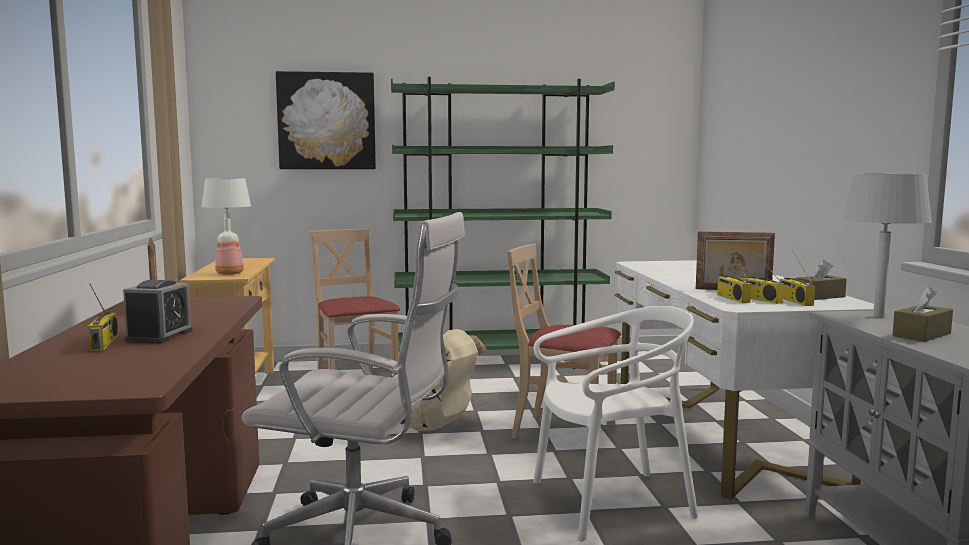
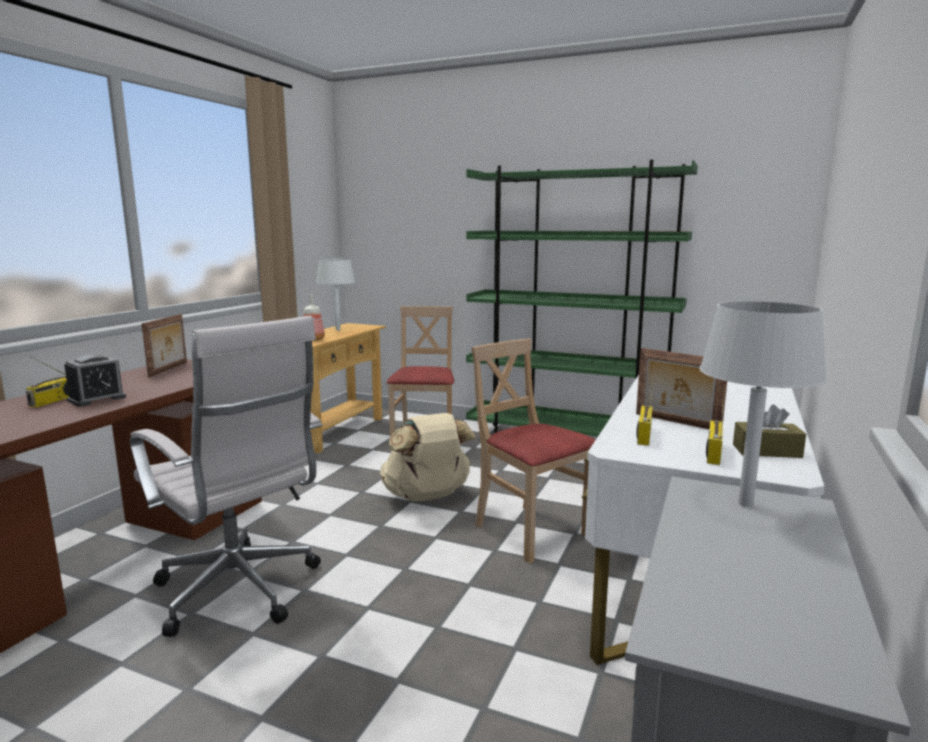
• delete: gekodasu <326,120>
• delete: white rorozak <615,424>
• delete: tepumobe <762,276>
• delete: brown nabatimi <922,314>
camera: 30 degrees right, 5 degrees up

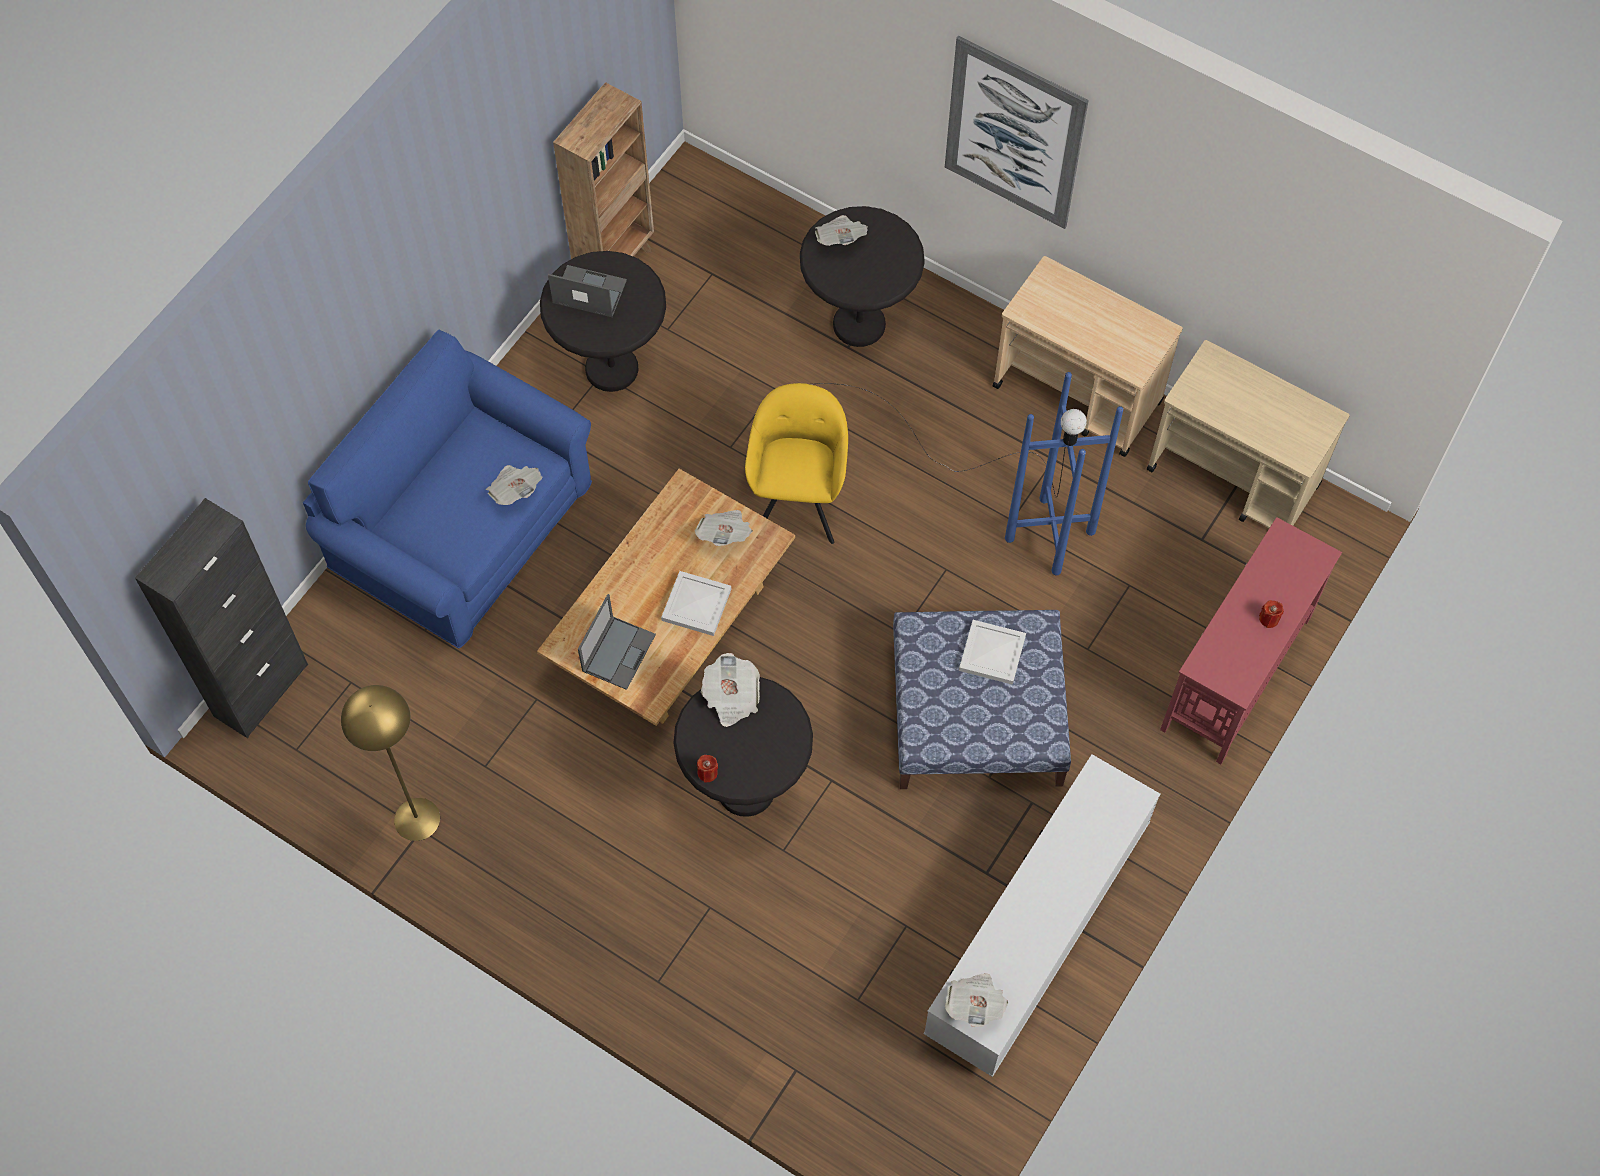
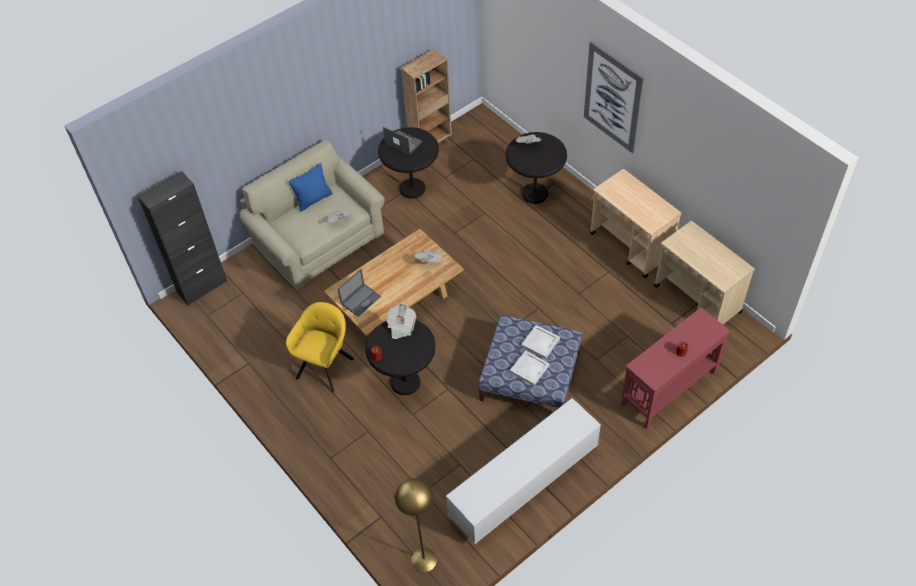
• recolor: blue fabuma <447,489> to beige fabuma <312,214>
• move: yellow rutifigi <390,763> to <416,525>
• move: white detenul <696,603> to <530,368>
• move: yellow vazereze <796,463> to <320,347>
• delete: blue rutifigi <969,473>
• delete: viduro <977,1000>
• insert: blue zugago <311,187>
camera: 20 degrees right, 10 degrees down

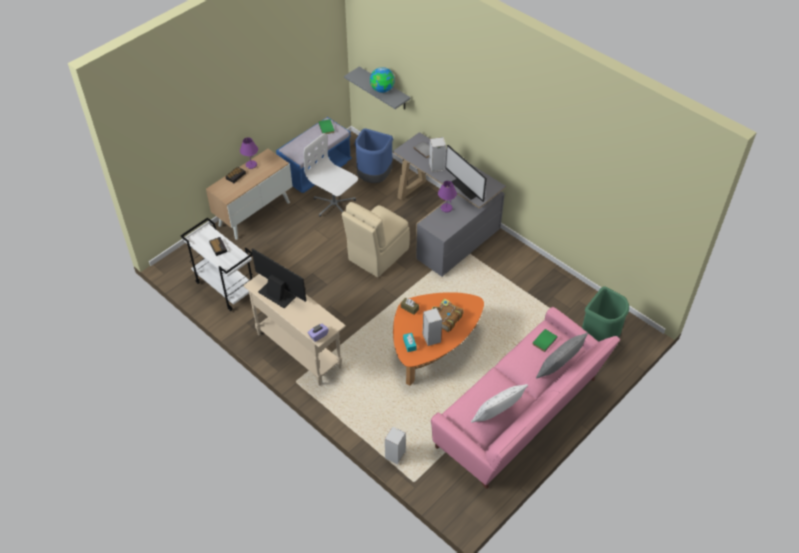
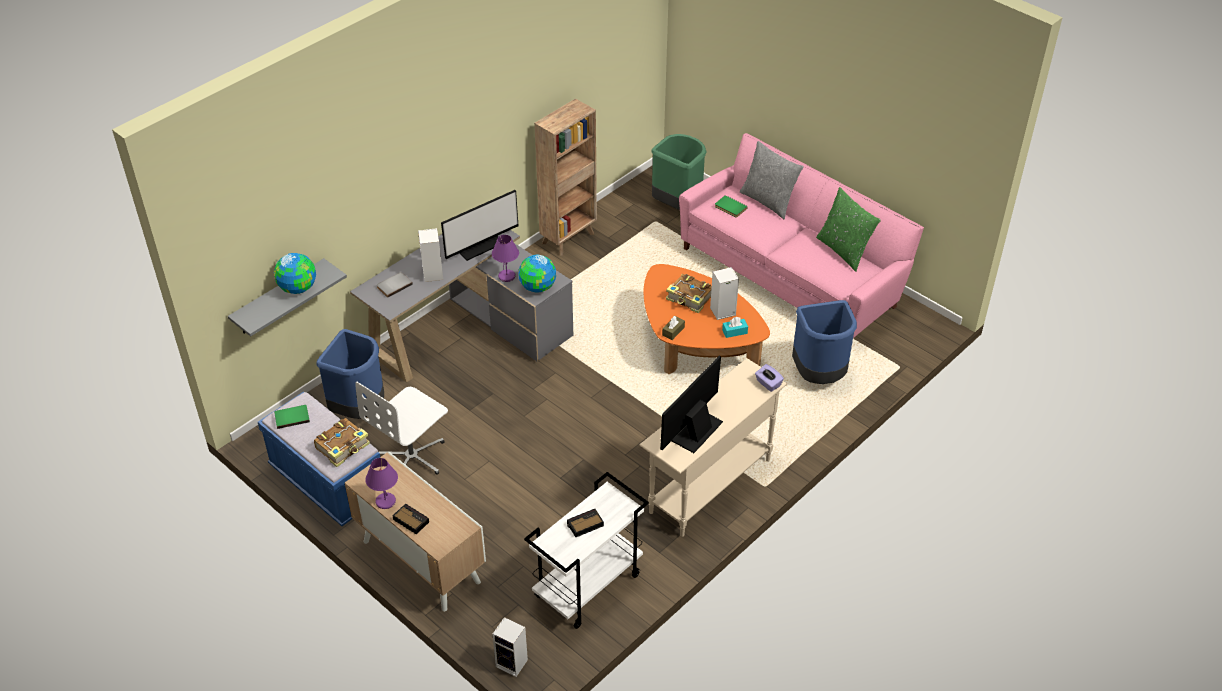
• delete: beige rorozak <376,239>
• move: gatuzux <395,446> to <510,647>
• recolor: white zugago <499,403> to green zugago <848,229>
• insert: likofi <342,442>
• insert: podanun <537,274>
• insert: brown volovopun <565,177>
• insert: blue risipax <824,342>
camera: 90 degrees left, 5 degrees down

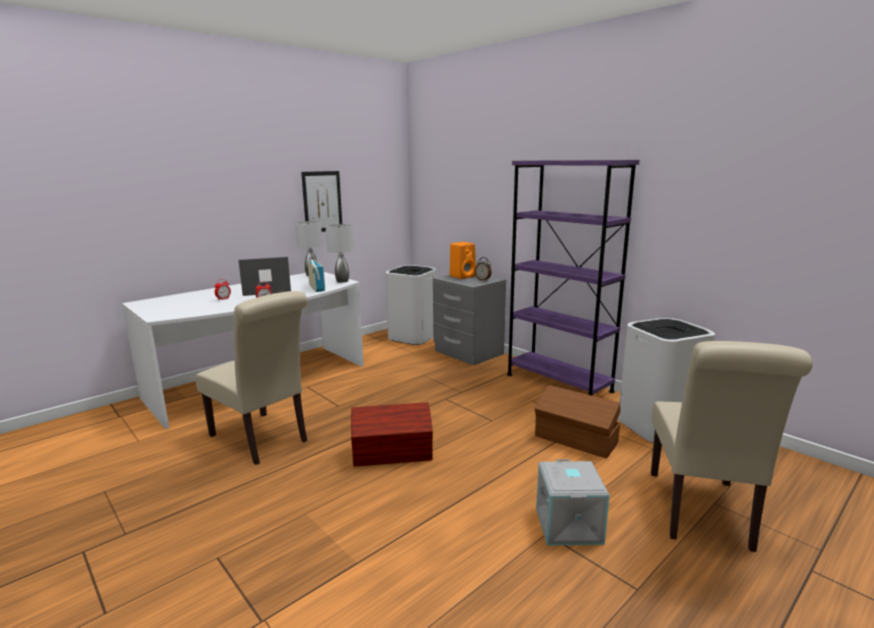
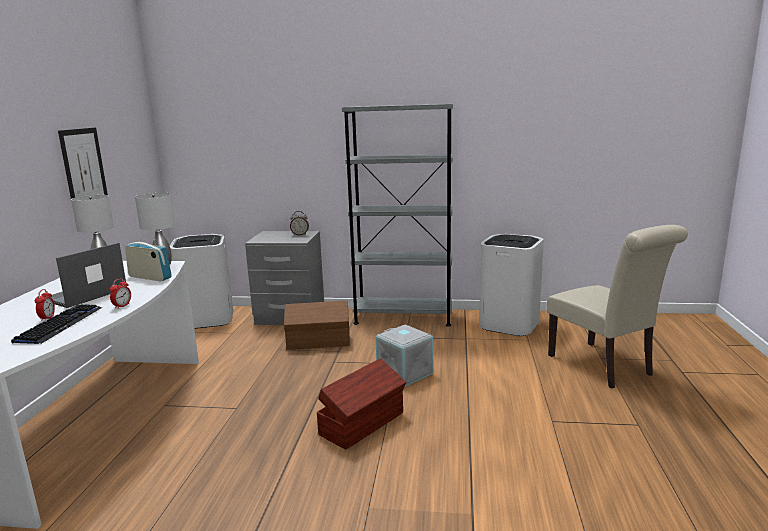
• delete: beige rorozak <251,378>
• delete: orange gatuzux <463,260>
• recolor: purple volovopun <573,278> to grey volovopun <397,215>
• move: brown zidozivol <578,422> to <317,325>
• move: grey zidozivol <573,502> to <404,356>
• insert: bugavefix <56,324>
camera: 40 degrees left, 0 degrees up

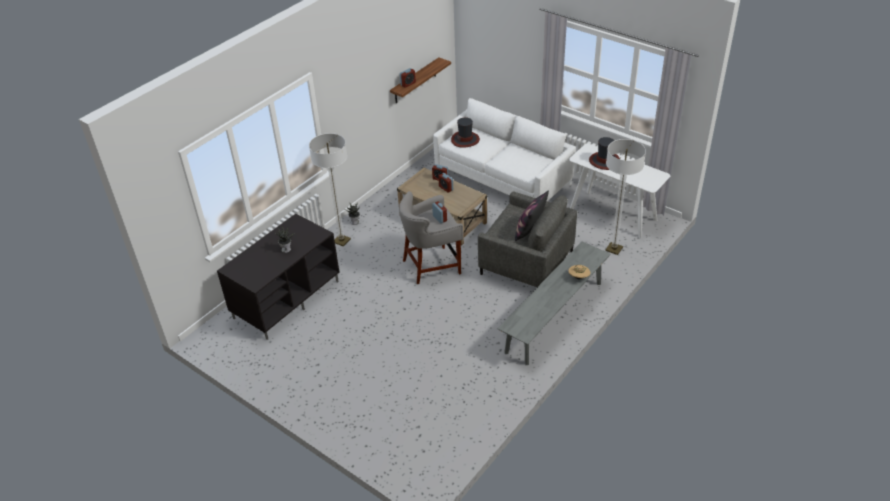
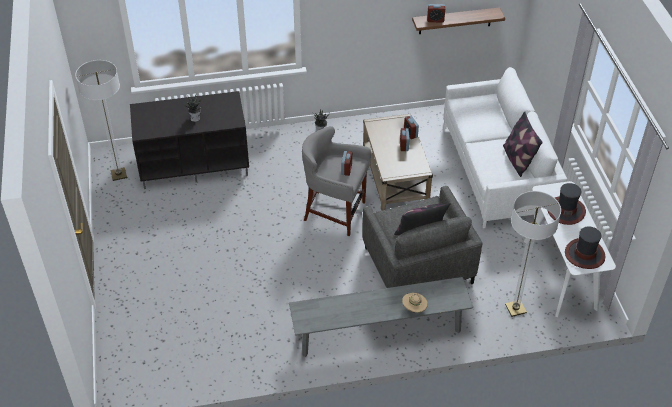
• move: rutifigi <330,189> to <101,120>
• move: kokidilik <465,132> to <585,247>
• insert: zugago <523,144>
camera: 40 degrees right, 5 degrees up

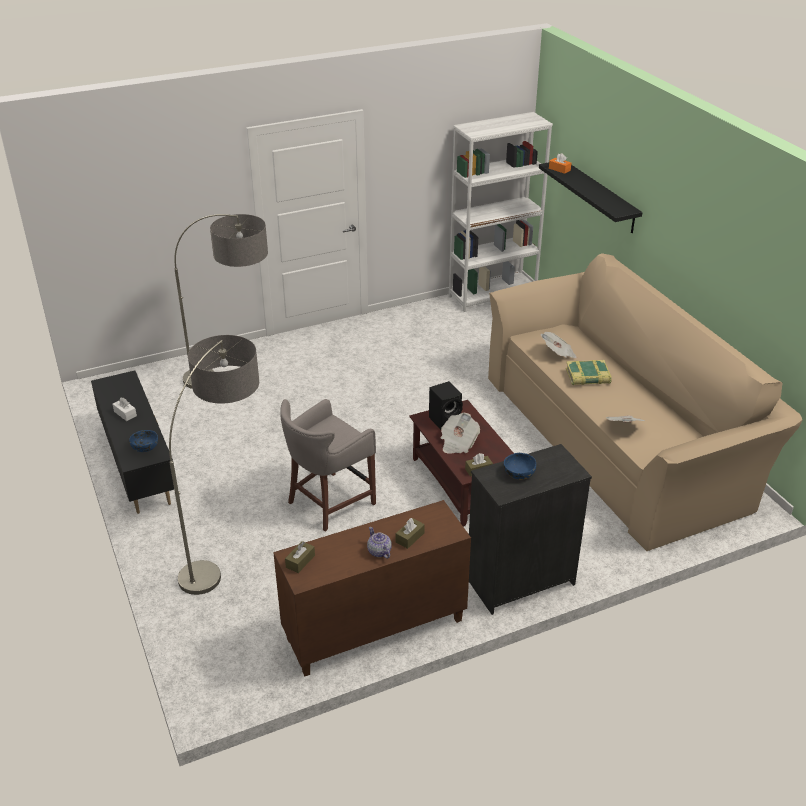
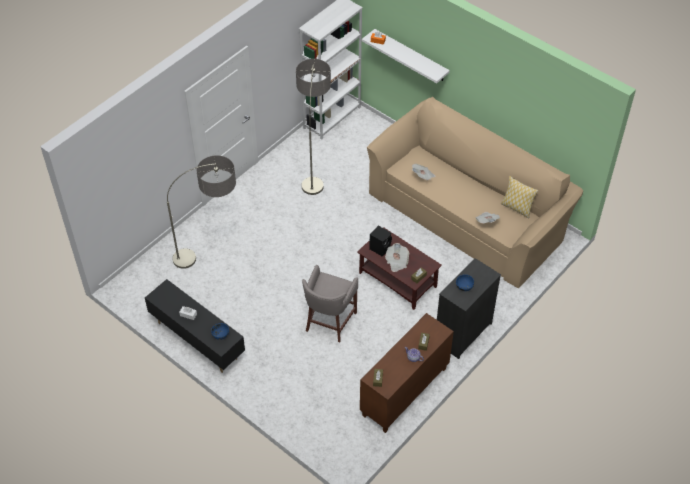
• move: rutifigi <214,465> to <313,127>
• recolor: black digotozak <590,197> to white digotozak <406,56>
• delete: likofi <589,372>
• insert: zugago <520,197>
camera: 25 degrees left, 15 degrees up

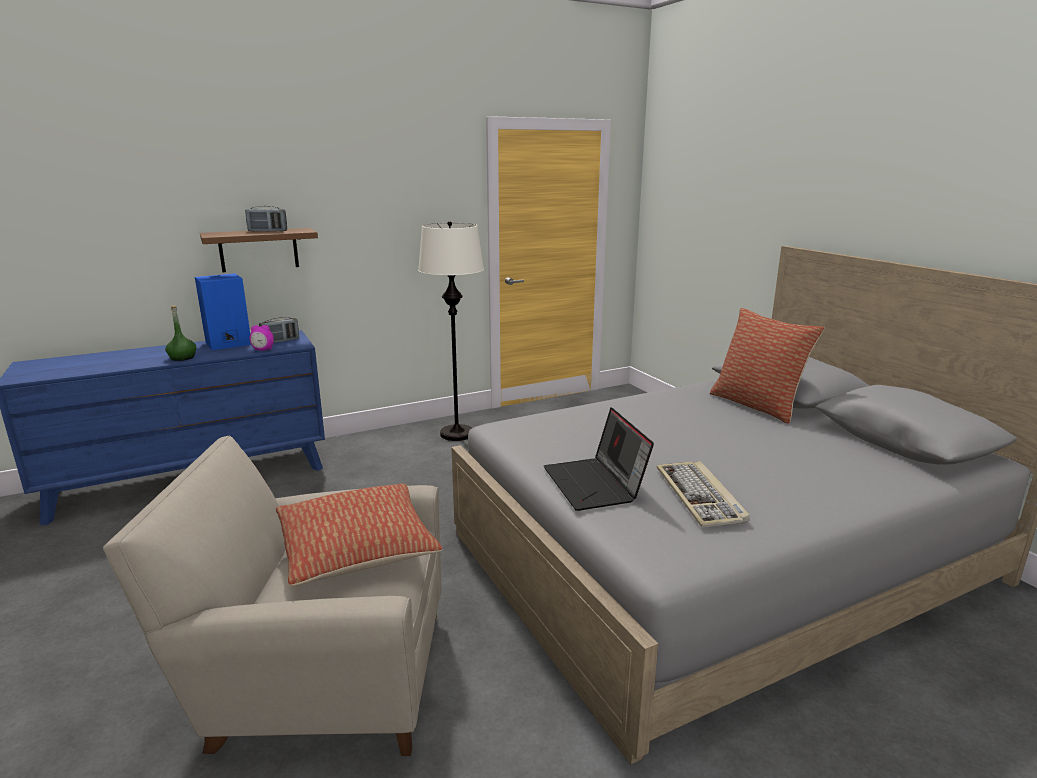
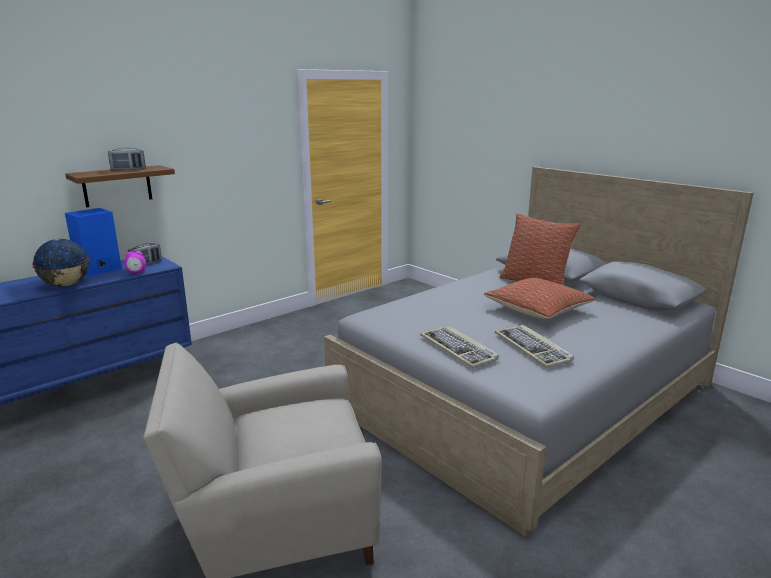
• replace: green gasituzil <180,333> to podanun <60,263>
• move: zugago <359,535> to <540,298>
• delete: white rutifigi <451,331>
• replace: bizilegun <599,459> to bugavefix <459,346>
camera: 15 degrees left, 0 degrees up

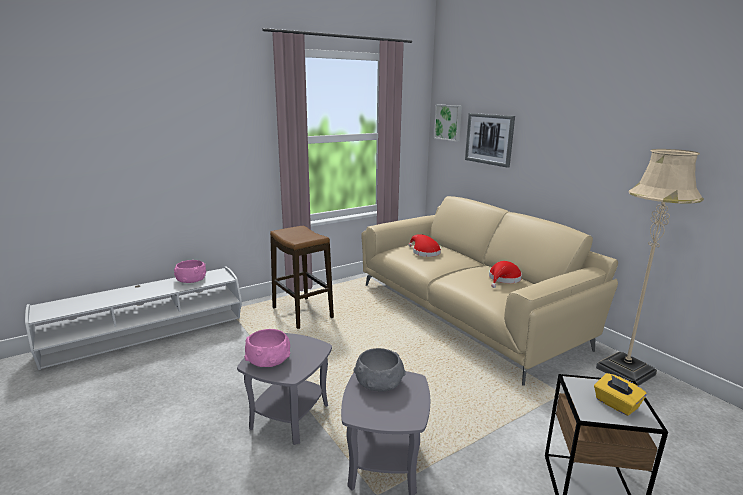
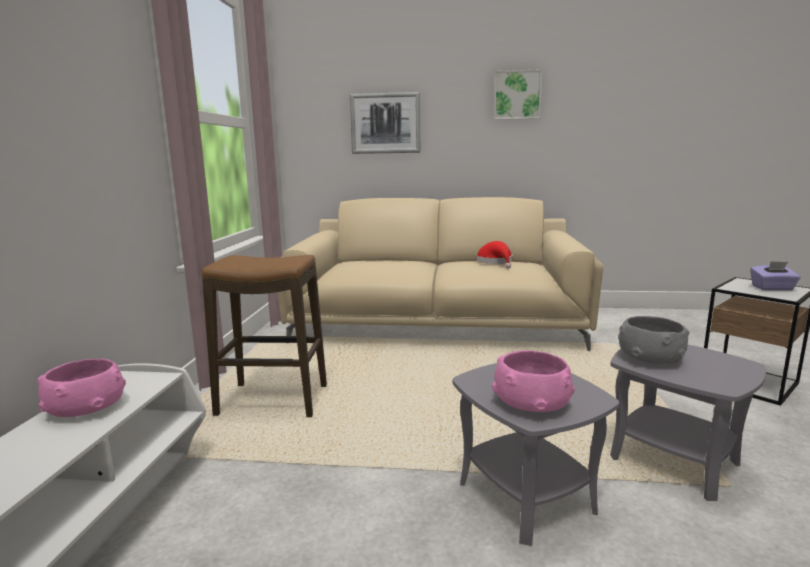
• delete: red kokidilik <424,245>
• move: gekodasu <448,123> to <518,94>
• recolor: yellow nabatimi <620,394> to purple nabatimi <775,275>
• delete: beige rutifigi <650,267>
camera: 50 degrees left, 5 degrees down

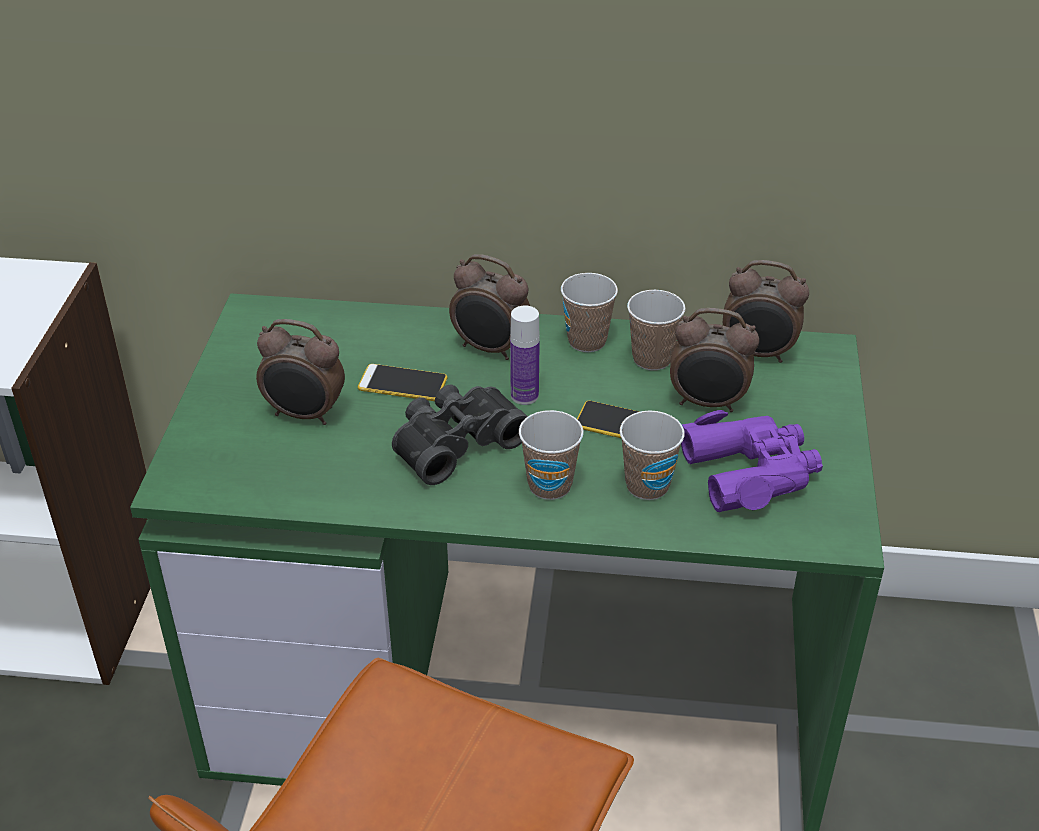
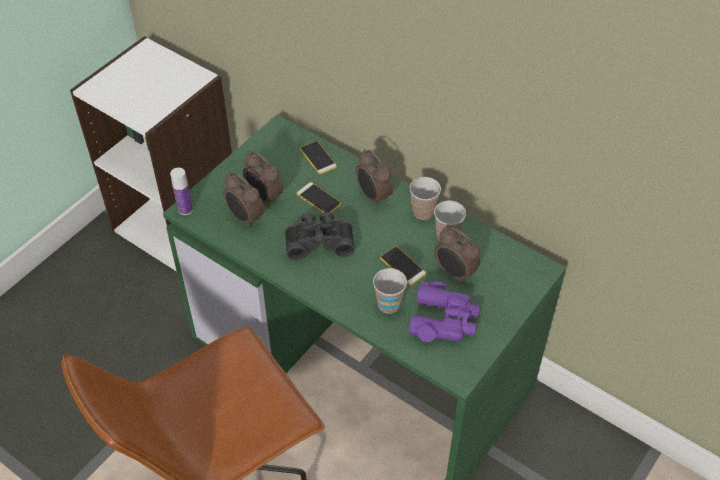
• move: gasituzil <525,355> to <181,191>
• delete: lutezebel <551,455>
• move: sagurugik <766,311> to <243,200>
• insert: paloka <318,157>
camera: 30 degrees right, 10 degrees up

